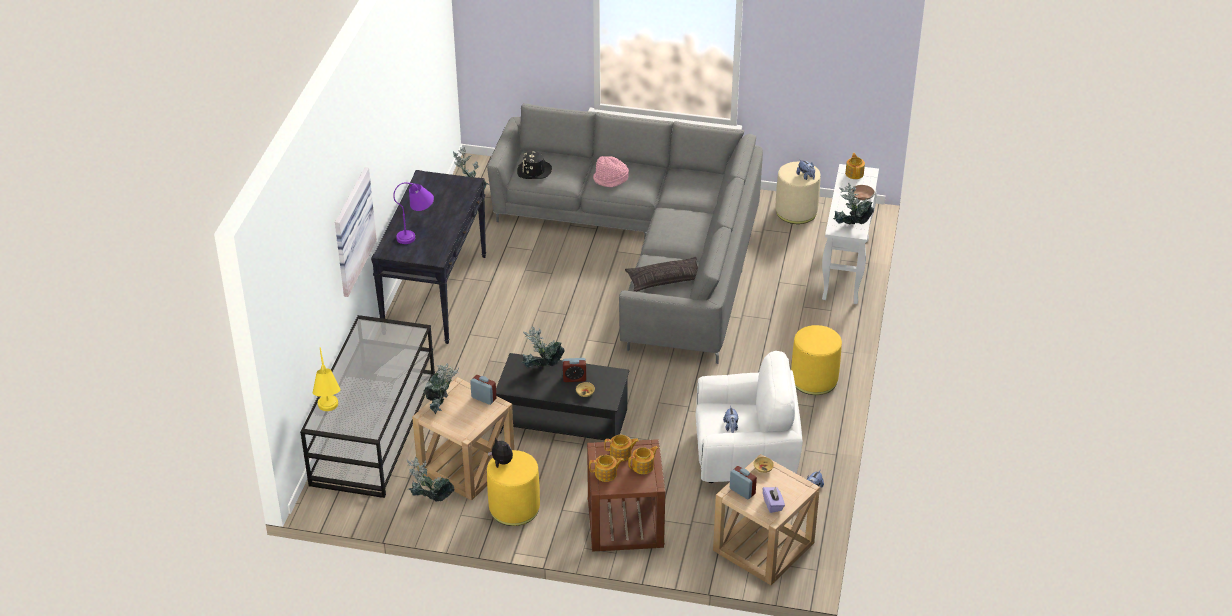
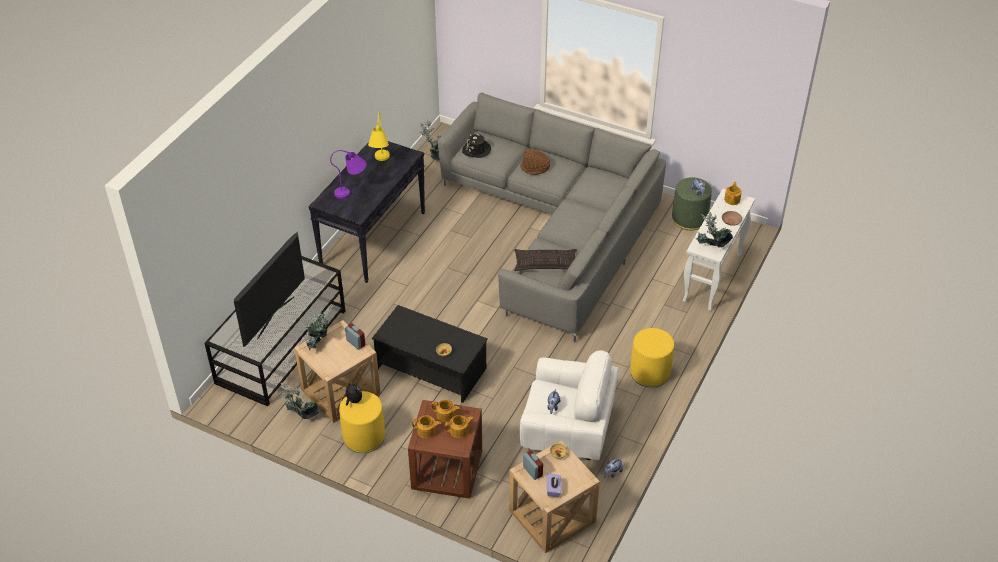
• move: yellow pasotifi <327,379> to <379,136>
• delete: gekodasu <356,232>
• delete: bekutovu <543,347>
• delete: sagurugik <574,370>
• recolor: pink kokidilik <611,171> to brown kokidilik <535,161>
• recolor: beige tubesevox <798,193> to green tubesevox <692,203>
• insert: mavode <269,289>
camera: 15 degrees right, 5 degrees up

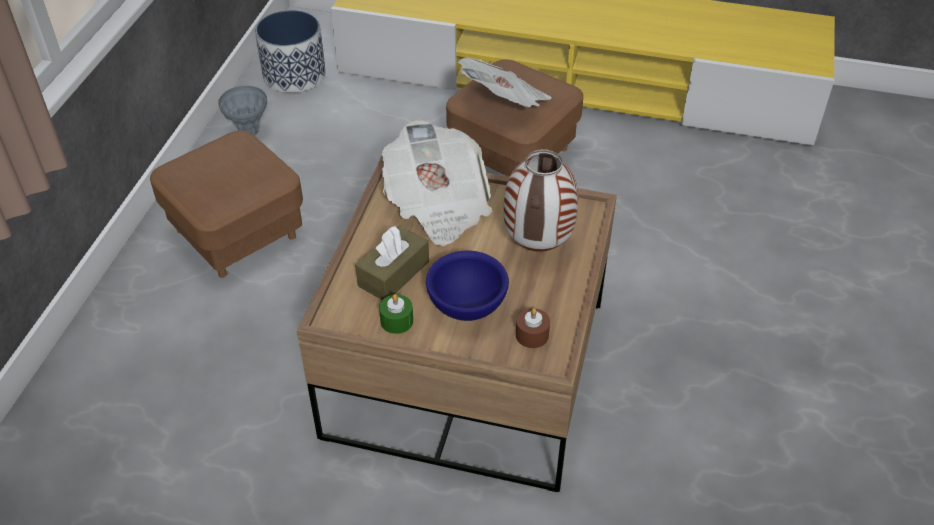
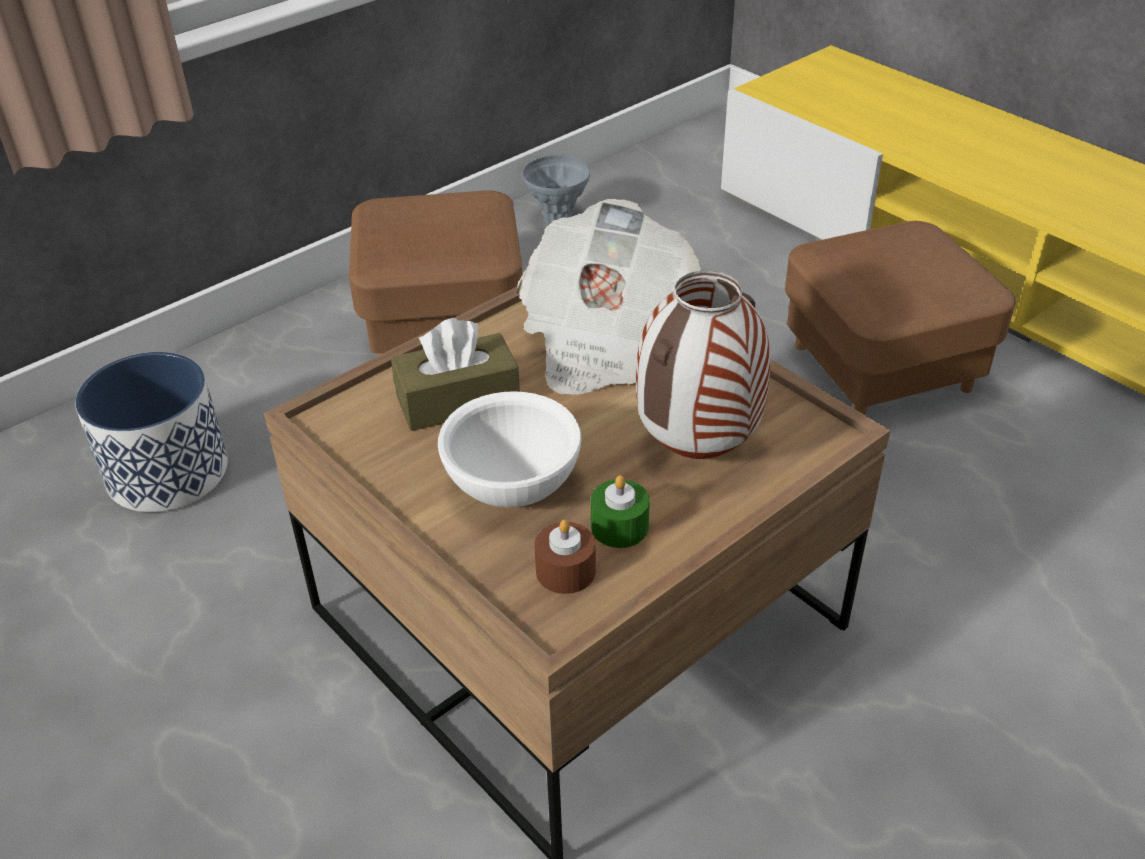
• move: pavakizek <290,51> to <151,432>
• move: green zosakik <396,314> to <620,511>
• recolor: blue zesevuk <467,286> to white zesevuk <509,449>
• delete: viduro <505,82>
camera: 35 degrees right, 5 degrees down

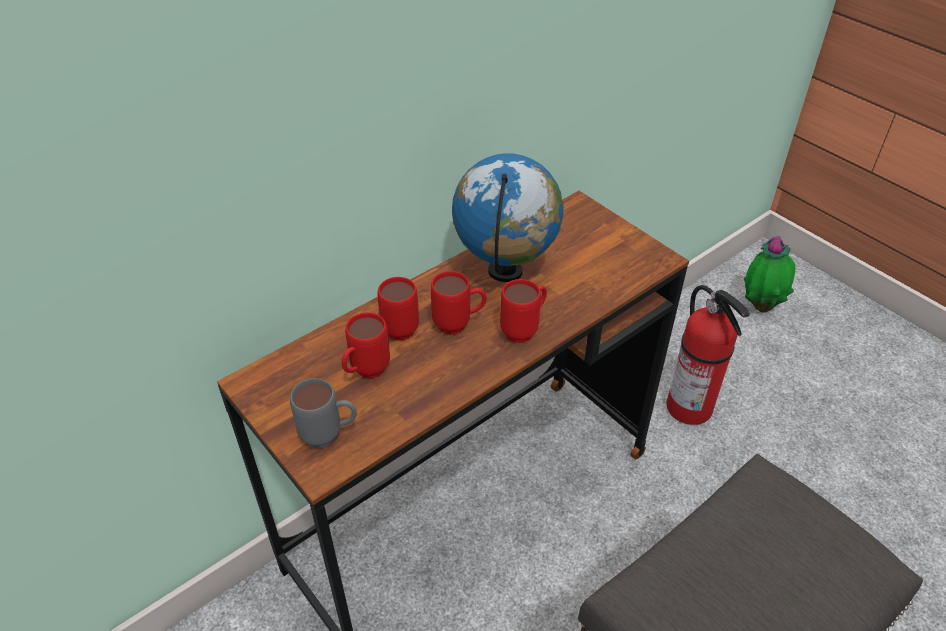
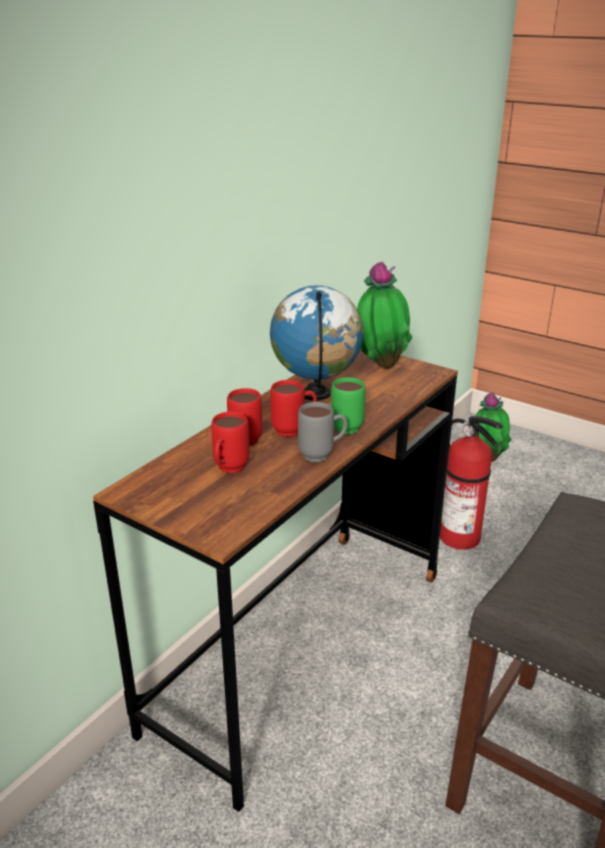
• move: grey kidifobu <323,413> to <322,432>
• recolor: red kidifobu <523,311> to green kidifobu <348,405>
• insert: bekutovu <384,315>
camera: 15 degrees left, 15 degrees down

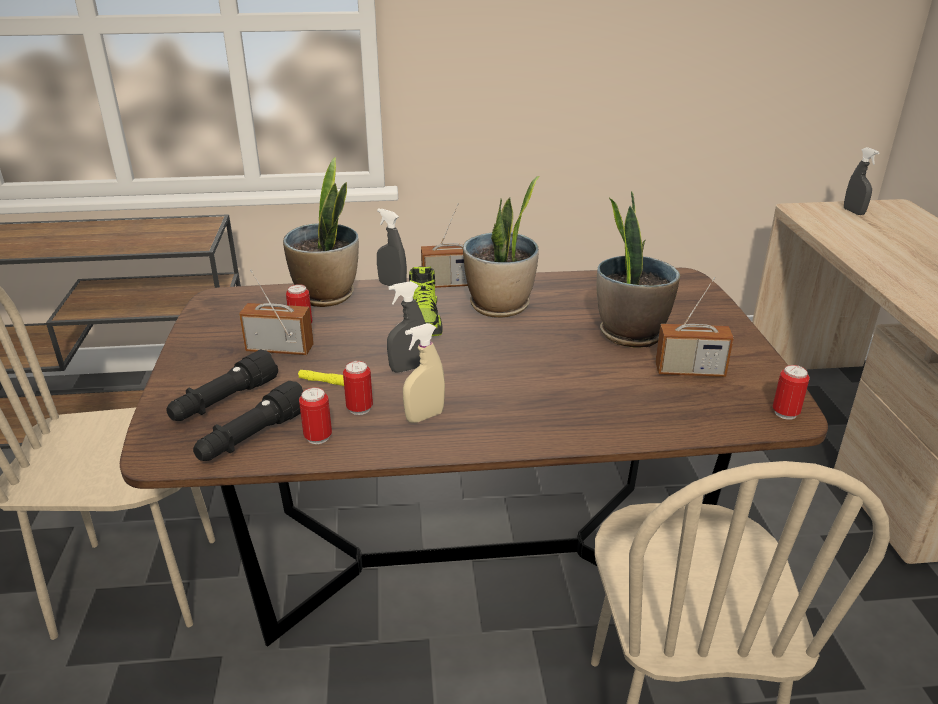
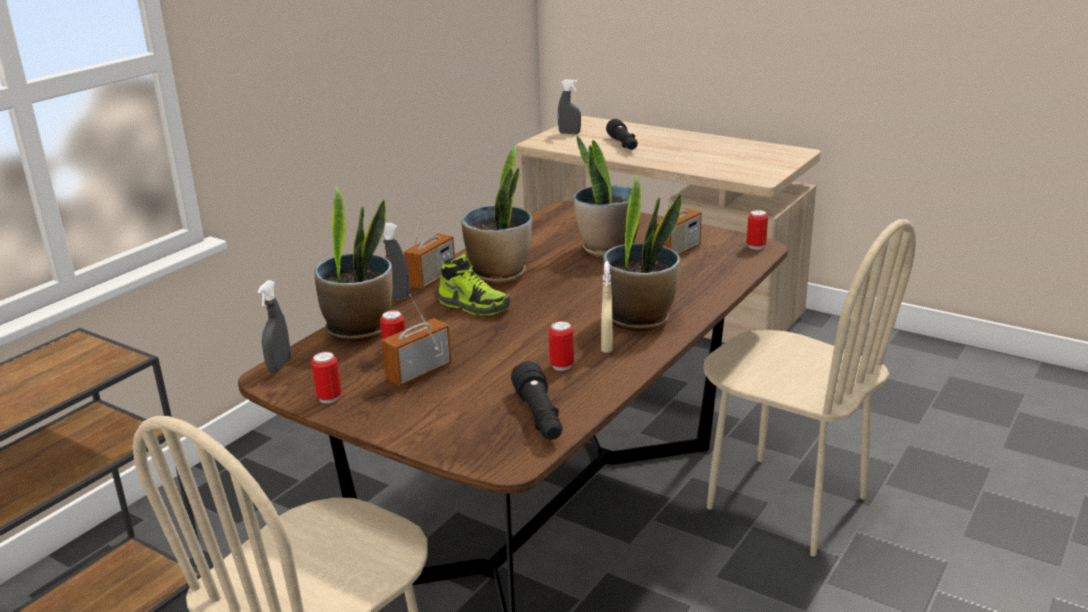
• move: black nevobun <222,385> to <622,134>
• delete: yellow nevobun <321,378>
• move: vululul <315,415> to <326,377>
• move: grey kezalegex <406,327> to <274,326>
• insert: bekutovu <642,253>
camera: 50 degrees left, 5 degrees down

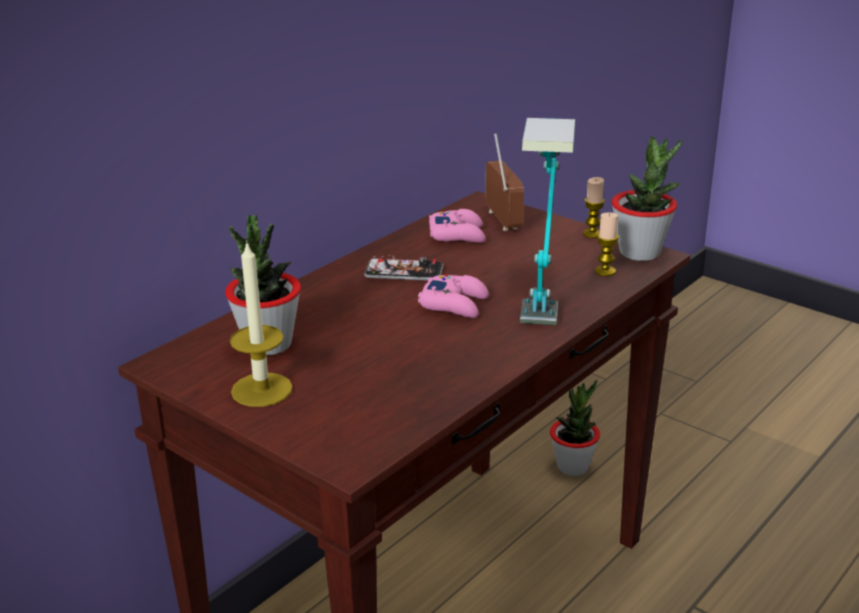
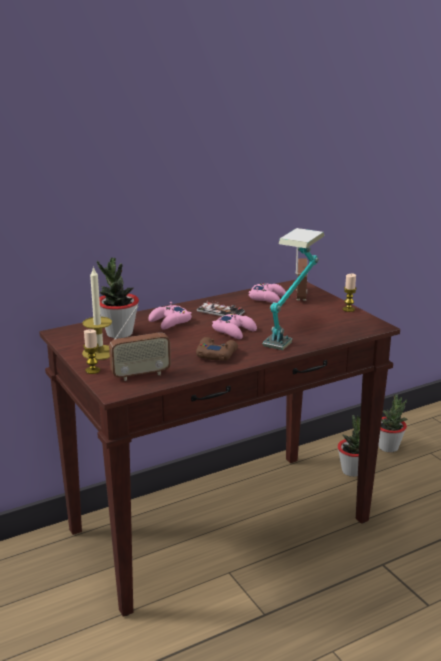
• move: zosakik <607,244> to <91,351>
• move: bekutovu <647,198> to <392,423>
• insert: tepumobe <140,343>
• insert: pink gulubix <170,315>
• insert: brown gulubix <217,349>
camera: 20 degrees right, 5 degrees down

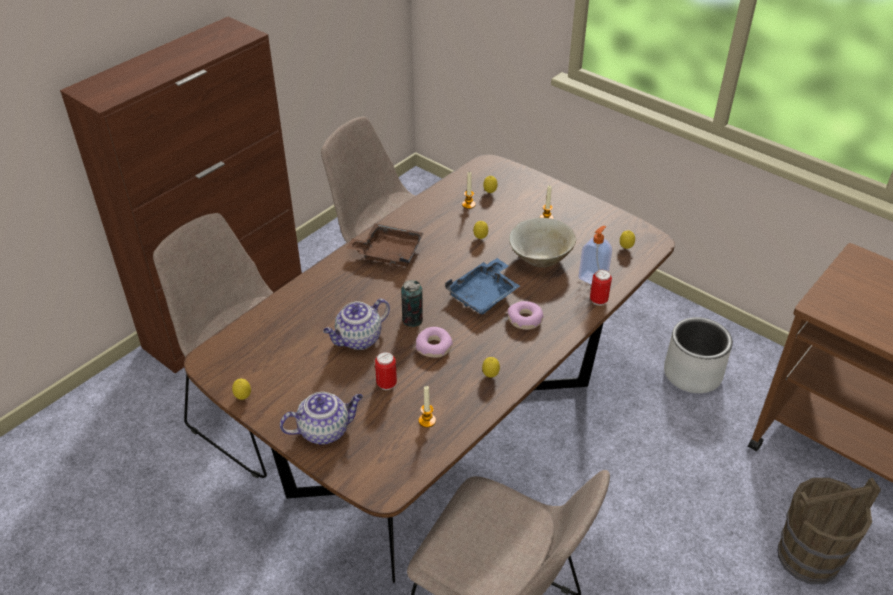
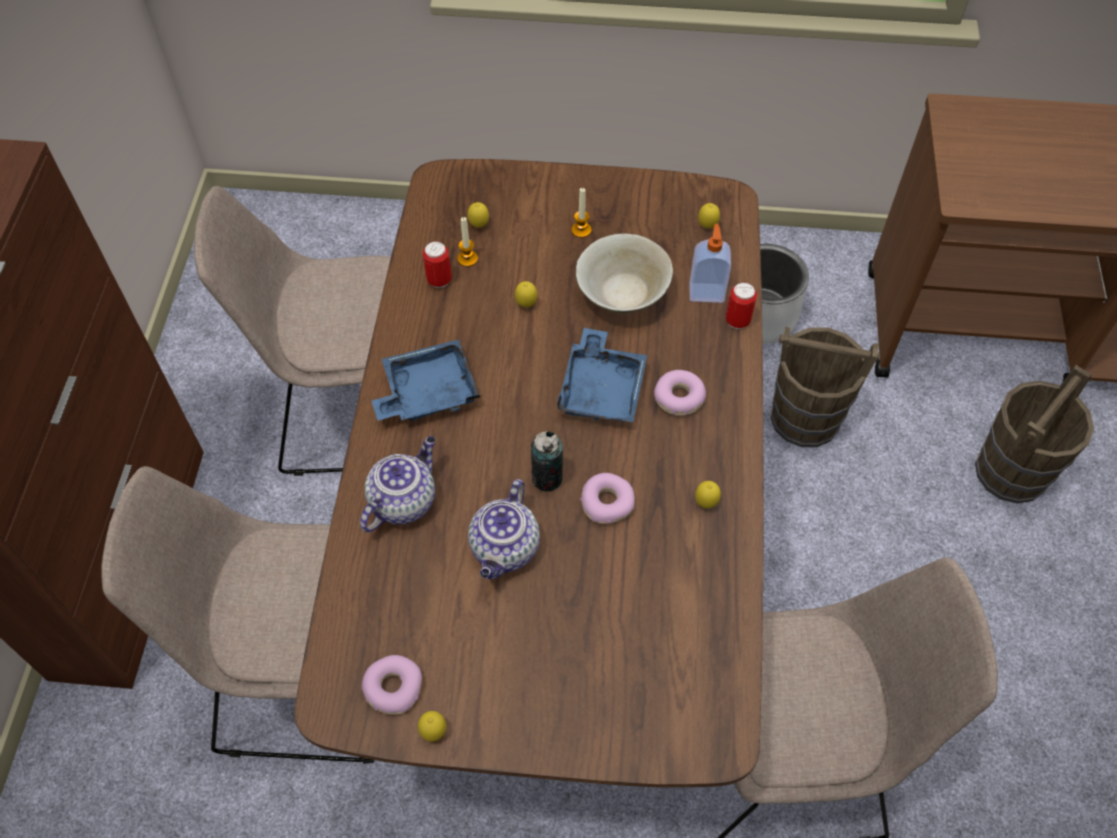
• move: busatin <321,418> to <397,484>
• recolor: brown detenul <385,245> to blue detenul <425,380>
• move: vululul <386,371> to <437,264>
• delete: zosakik <427,407>
• insert: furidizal <392,685>
• insert: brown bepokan <825,386>
camera: 35 degrees left, 15 degrees up

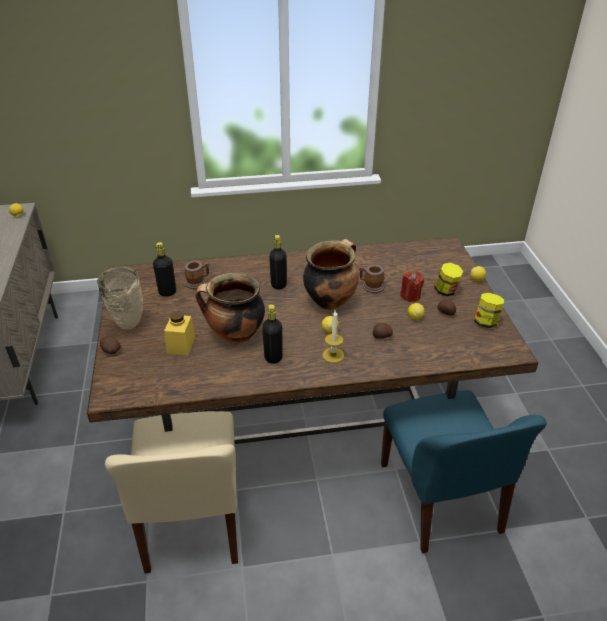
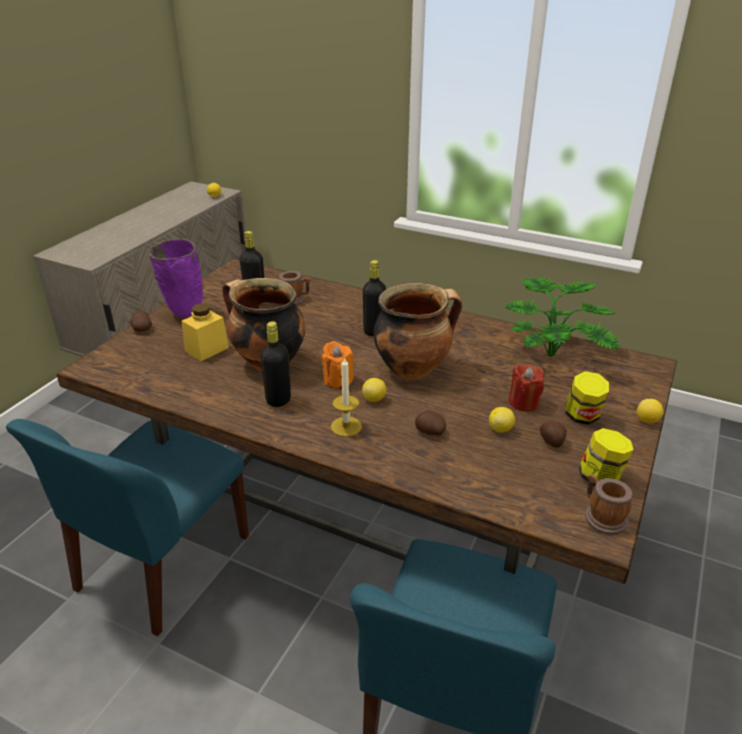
• recolor: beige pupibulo <120,298> to purple pupibulo <175,278>
• recolor: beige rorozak <171,492> to blue rorozak <127,527>
• move: kidifobu <372,279> to <608,504>
• insert: orange zosakik <338,365>
• insert: bekutovu <563,317>
camera: 35 degrees right, 5 degrees down

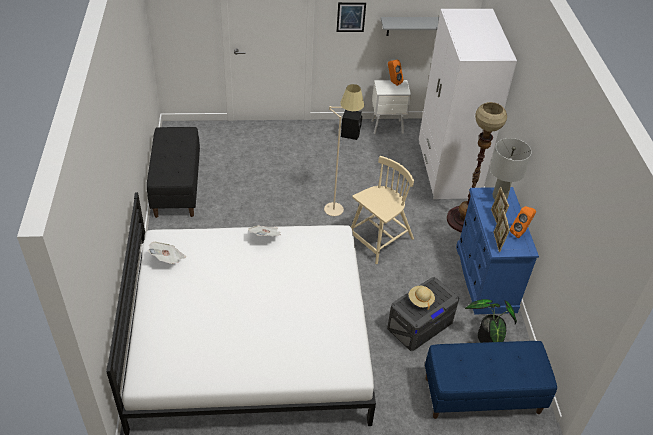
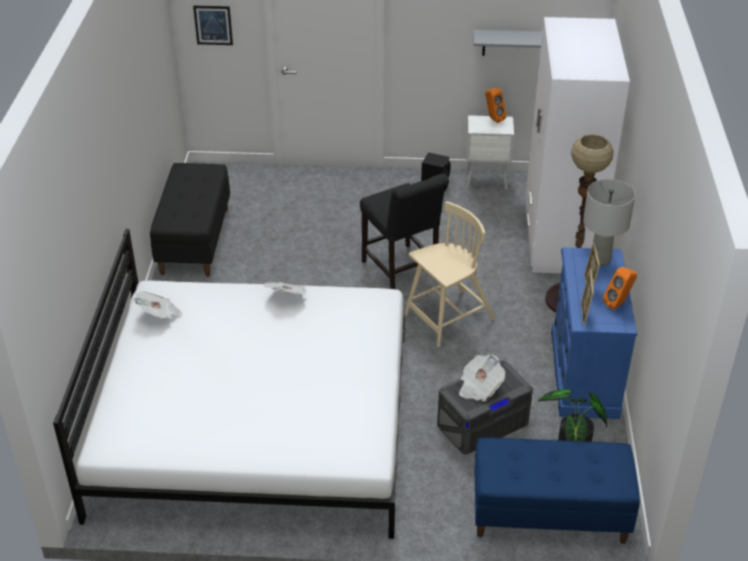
• replace: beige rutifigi <344,150> to black rorozak <404,231>
• move: gekodasu <351,17> to <213,25>
• replace: beige kokidilik <422,298> to viduro <482,378>
camera: 10 degrees right, 5 degrees down

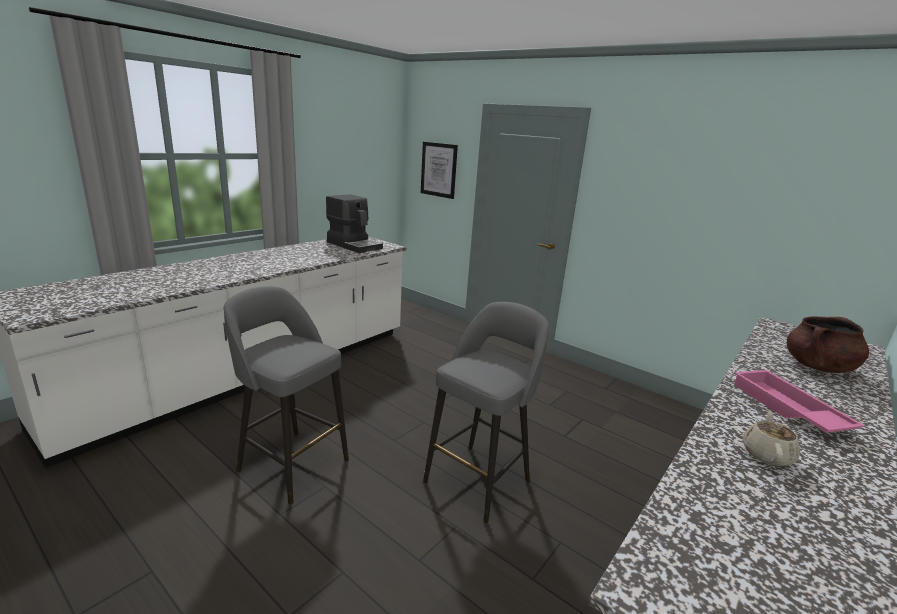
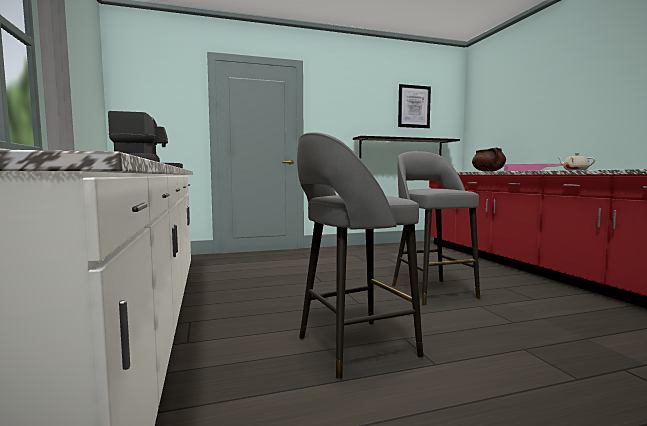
• move: gekodasu <439,170> to <414,106>
• insert: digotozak <406,147>
camera: 55 degrees left, 15 degrees down

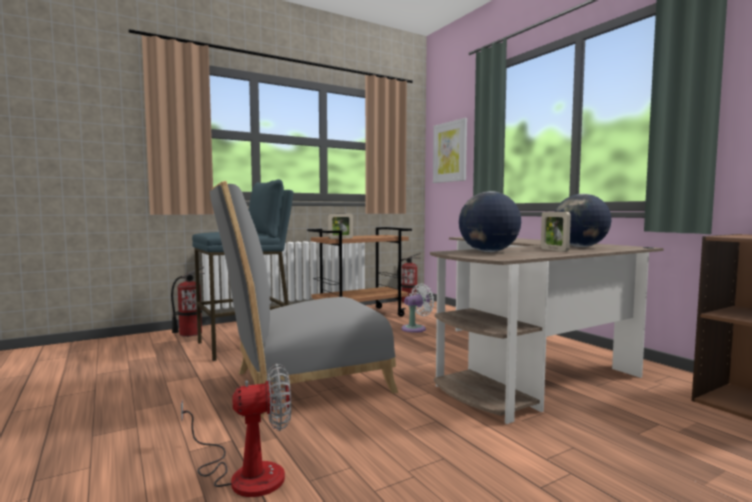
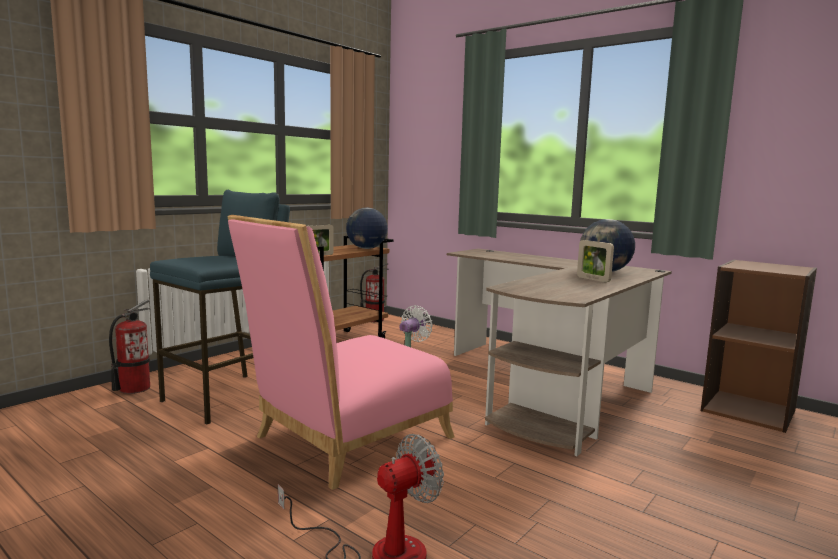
• recolor: grey rorozak <304,299> to pink rorozak <341,352>
• delete: gekodasu <450,150>
• move: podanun <490,221> to <367,228>
camera: 20 degrees left, 5 degrees up

